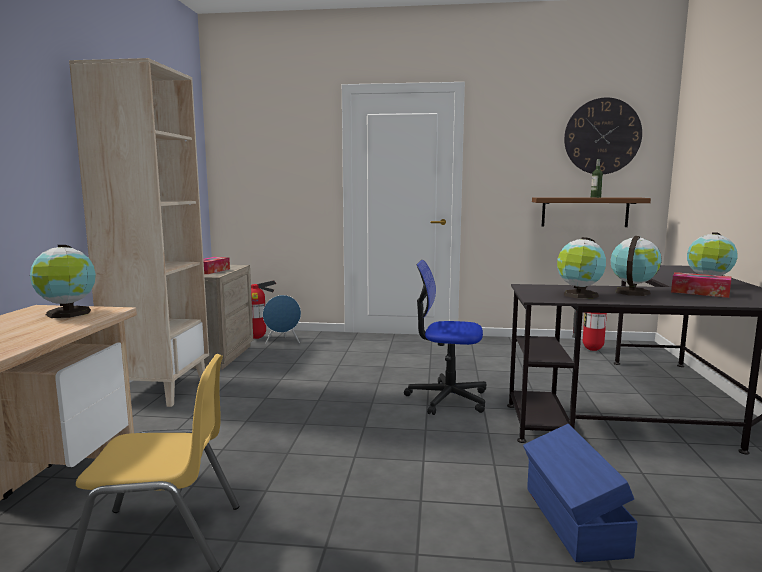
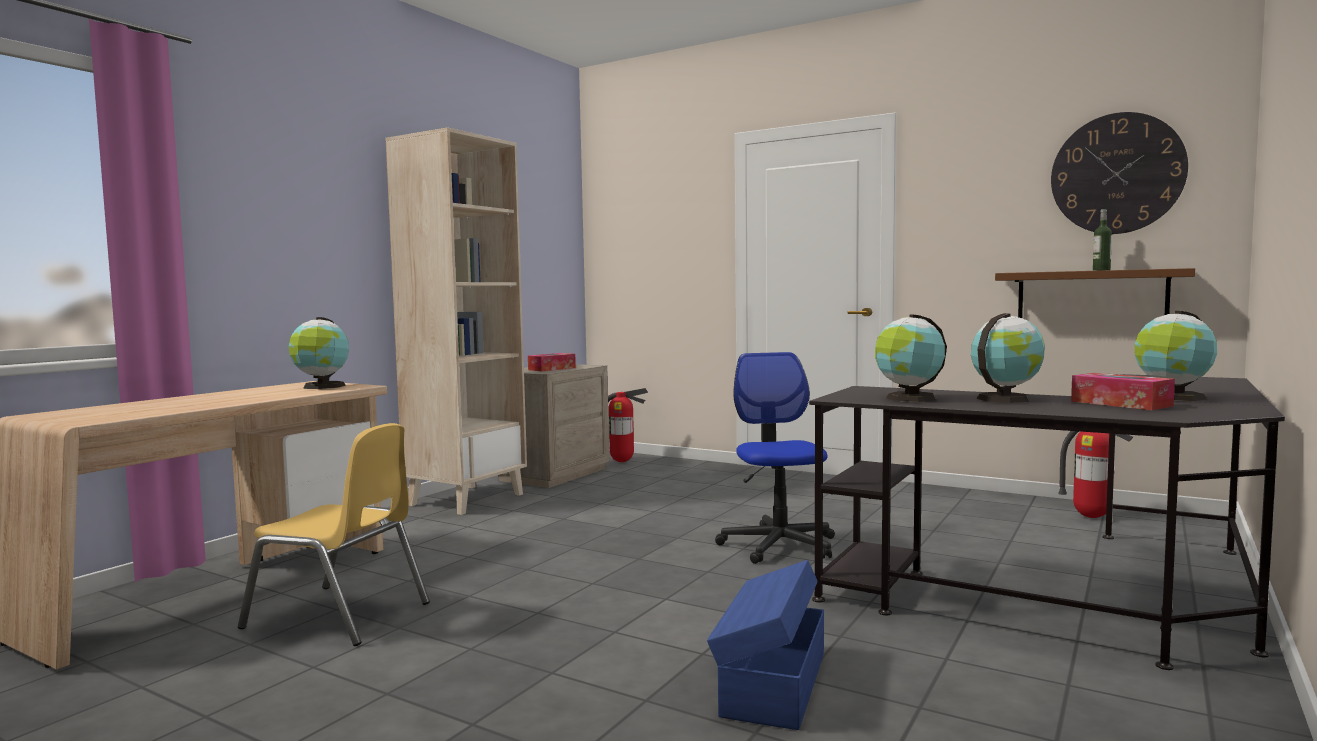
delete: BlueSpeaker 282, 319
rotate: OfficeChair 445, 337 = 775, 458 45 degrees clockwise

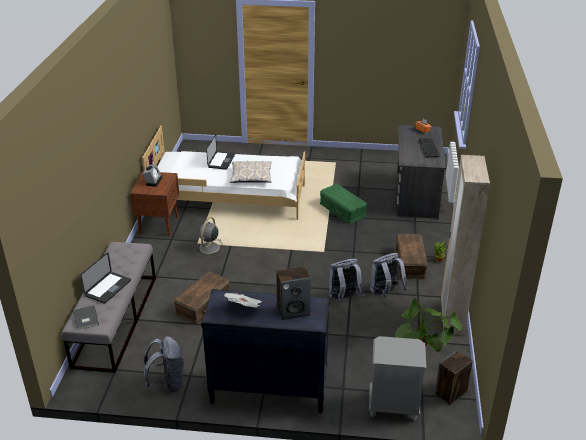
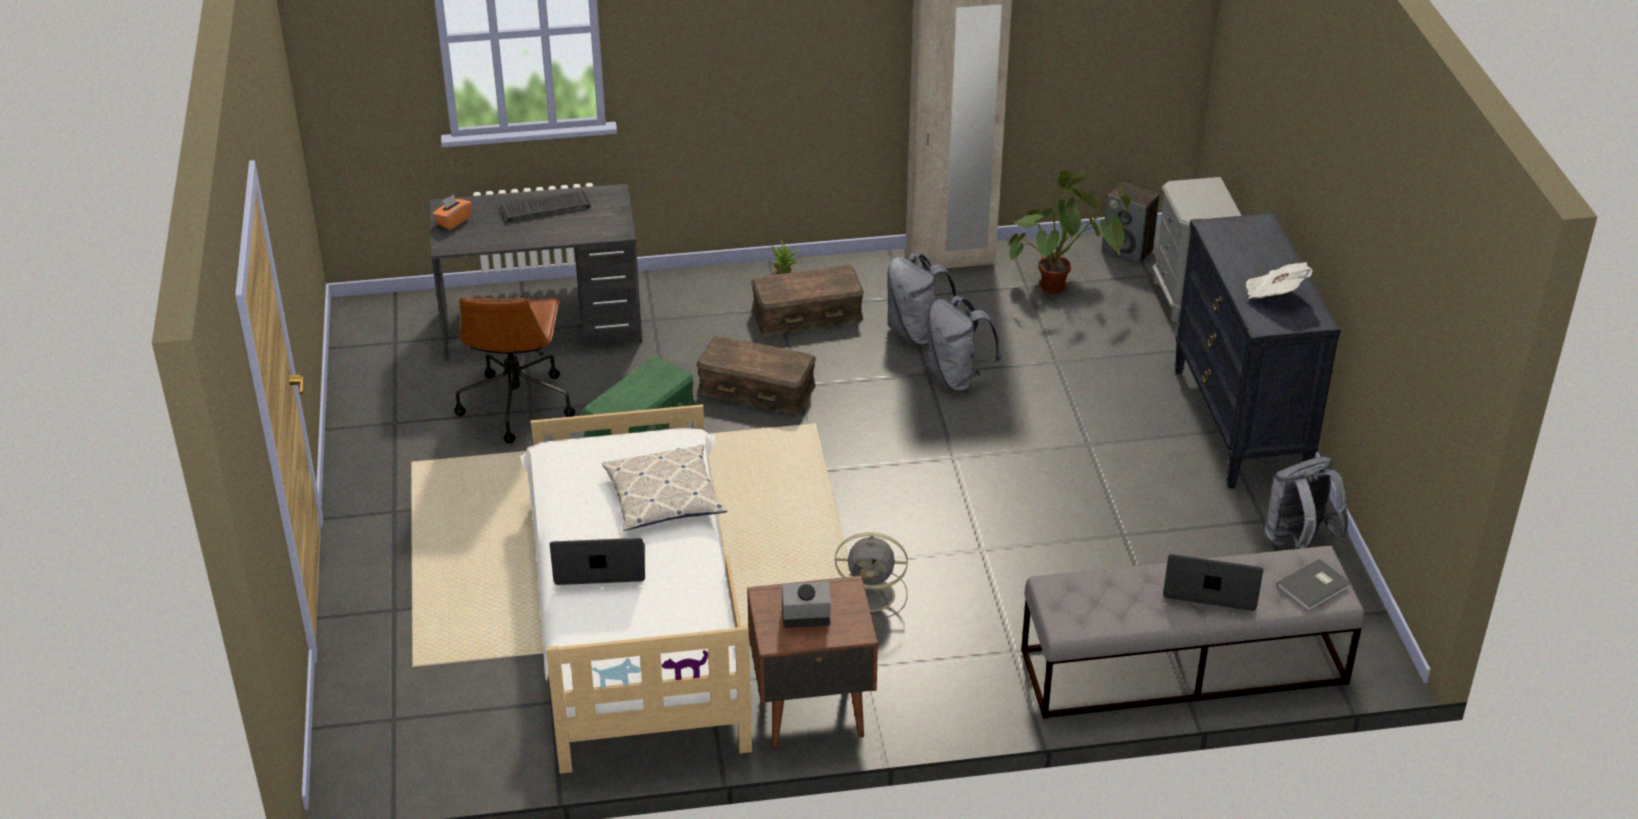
delete: Speaker 293, 293
insert: BrownOfficeChair 514, 370
move: BrownStorageBox 202, 298 to 756, 375

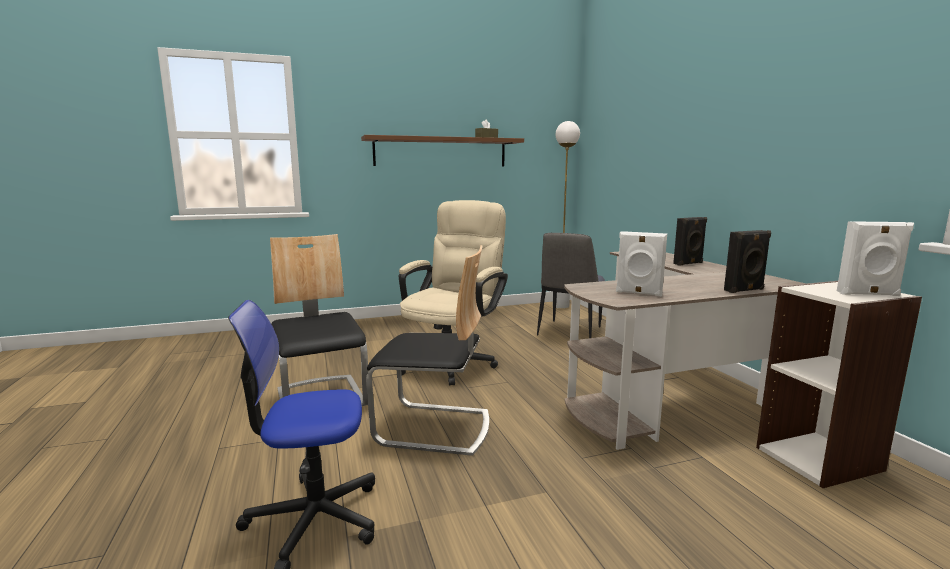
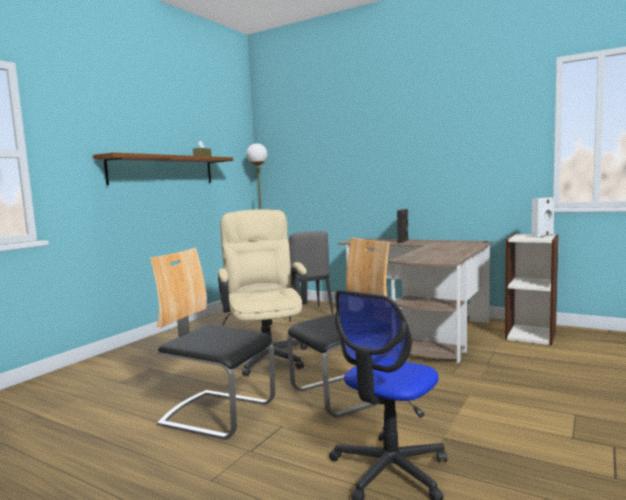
delete: WhiteSpeaker 641, 263; BlackSpeaker 747, 261

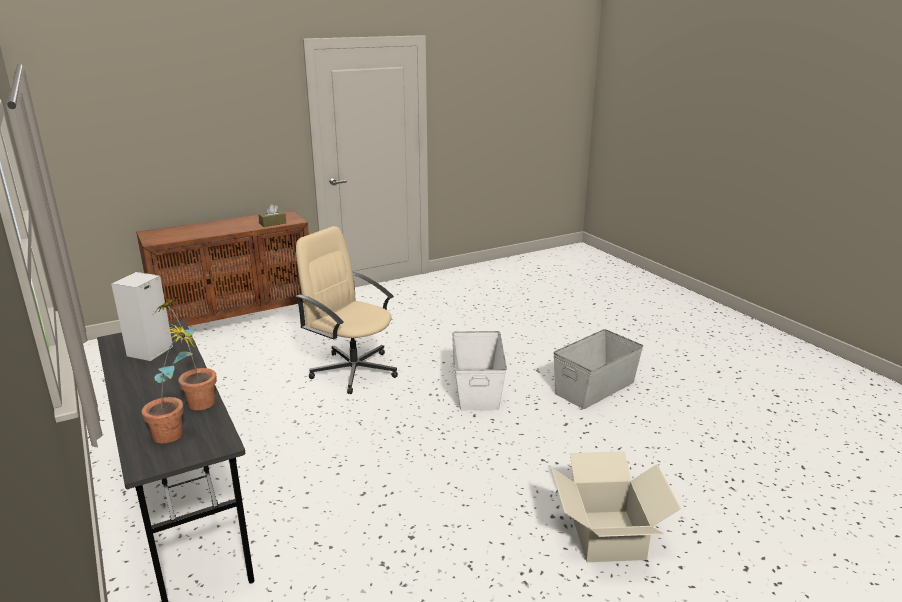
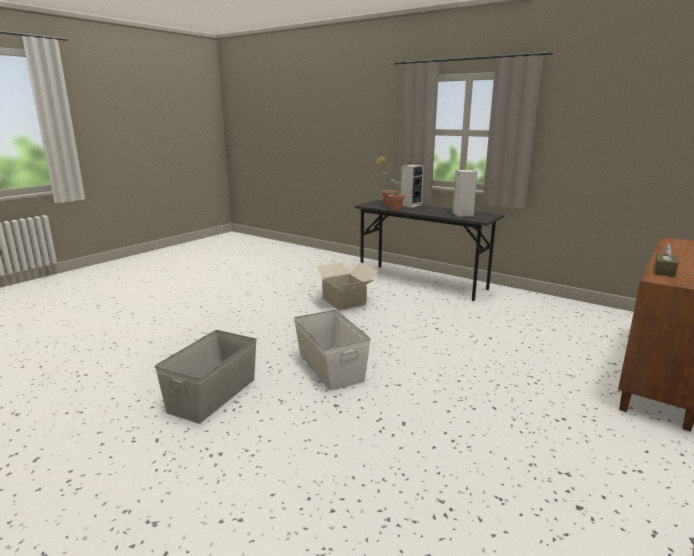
delete: BeigeOfficeChair 346, 310
insert: Speaker 412, 186
move: CardboardBox 616, 506 to 344, 286

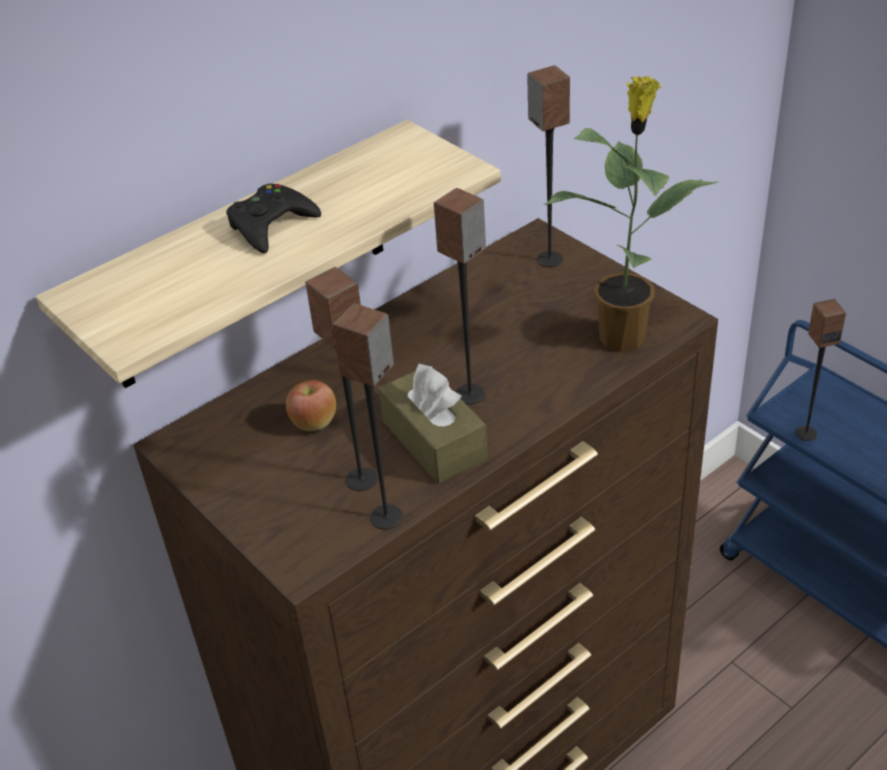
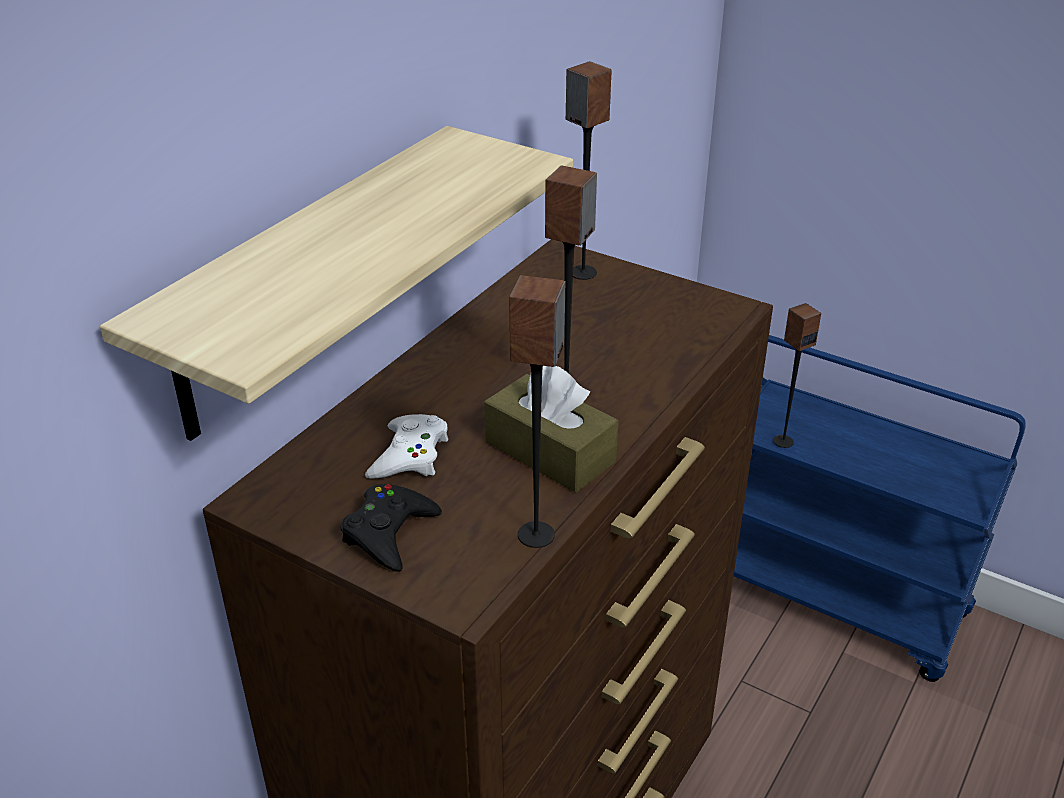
delete: Speaker 341, 379; PottedPlant 630, 214
move: BlackGameController 273, 218 to 391, 528
replace: Apple 311, 405 to WhiteGameController 406, 446

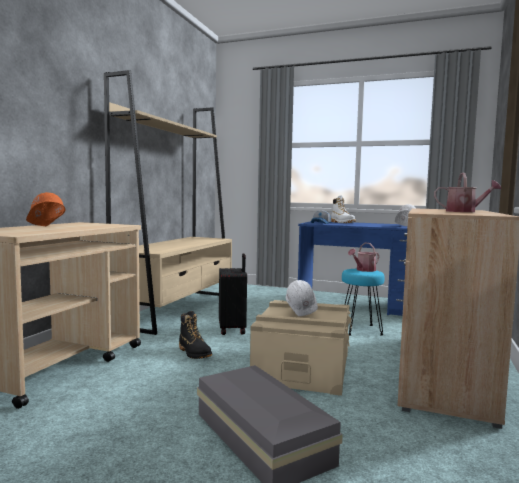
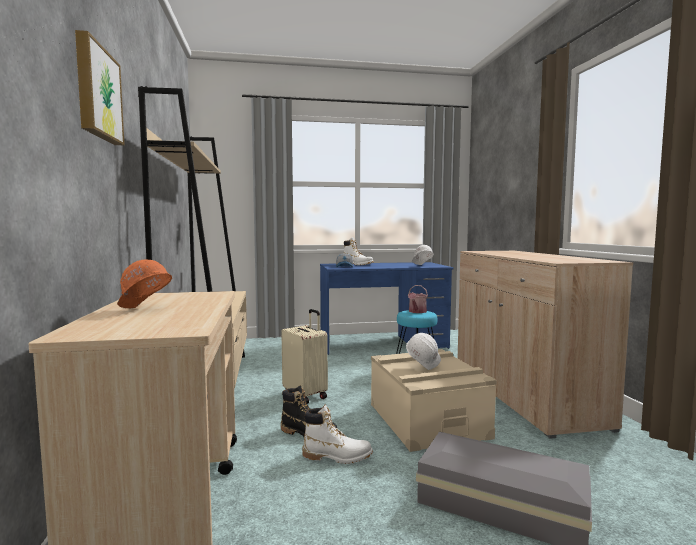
delete: WateringCan 467, 192
insert: Picture 100, 87; WhiteBoot 337, 434
recolor: BlackSuitcase 233, 294 to BeigeSuitcase 304, 356

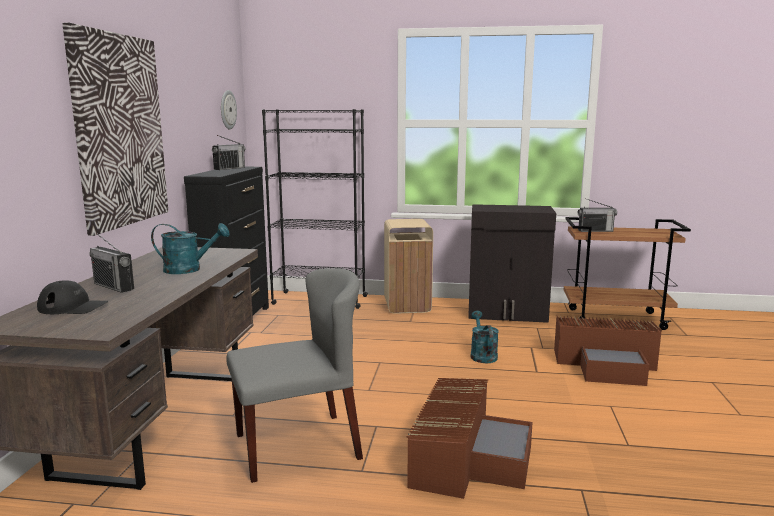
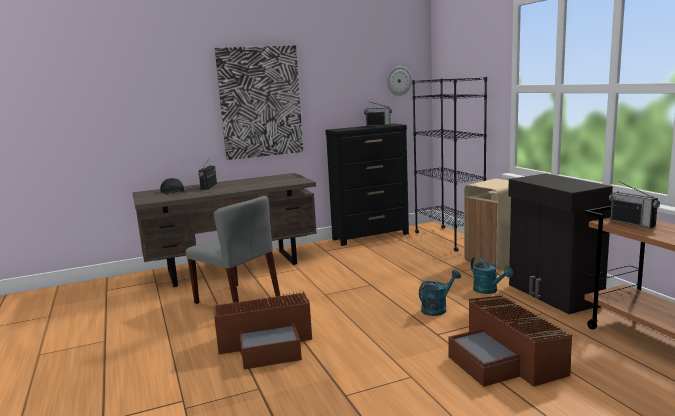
move: TurquoiseWateringCan 190, 248 to 492, 275

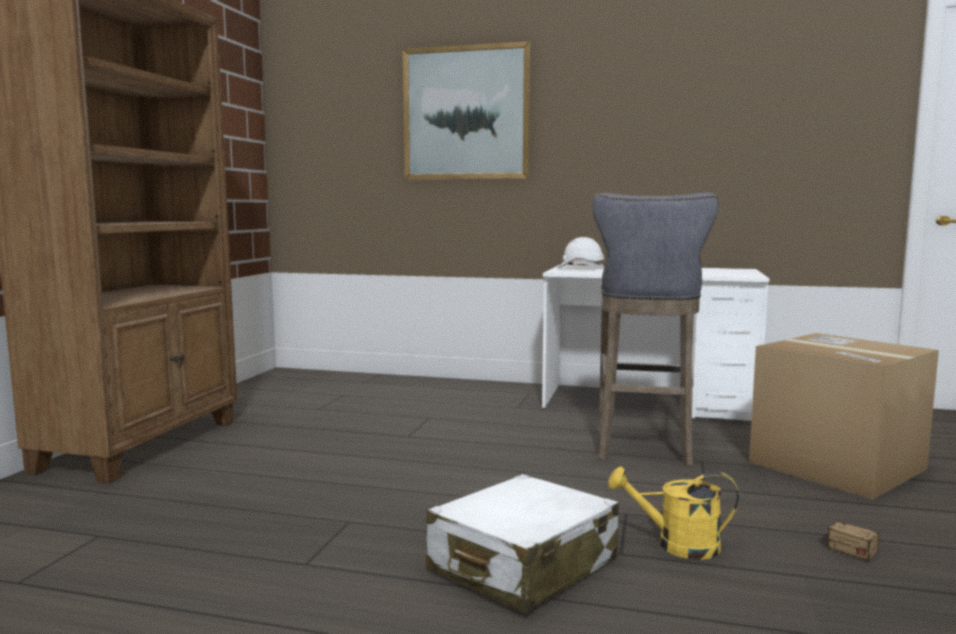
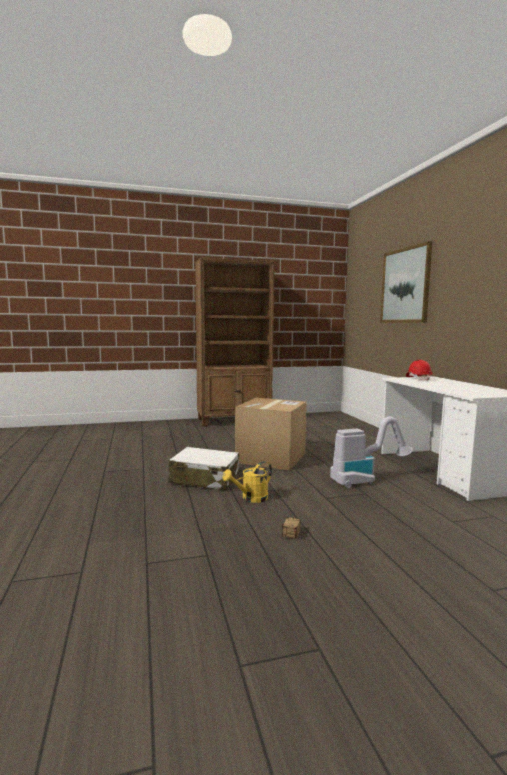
move: CardboardBox 844, 416 to 271, 434
replace: GreyStool 655, 329 to VacuumCleaner 371, 452
recolor: WhiteHardHat 580, 253 to RedHardHat 419, 370
rotate: YellowWateringCan 673, 513 = 247, 482 105 degrees counterclockwise

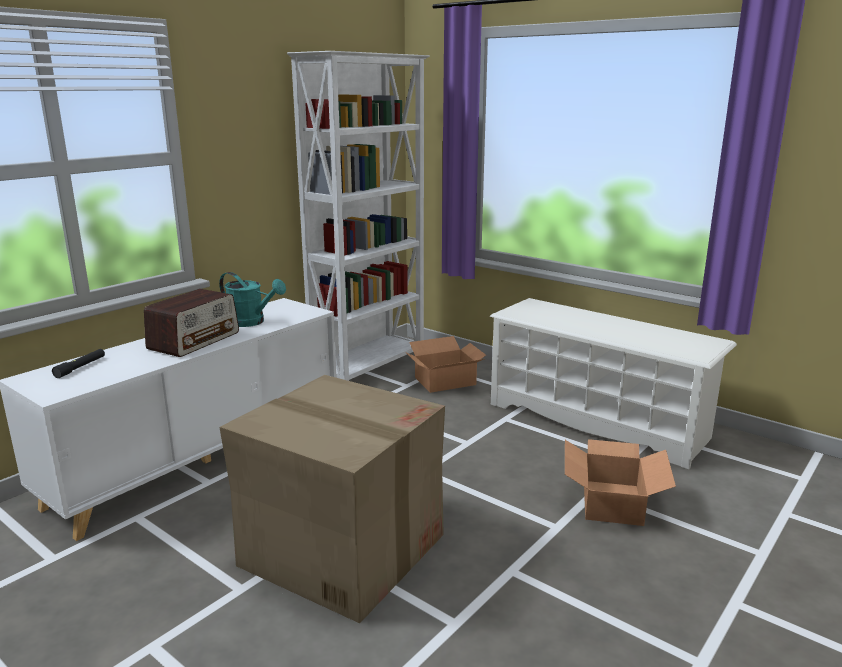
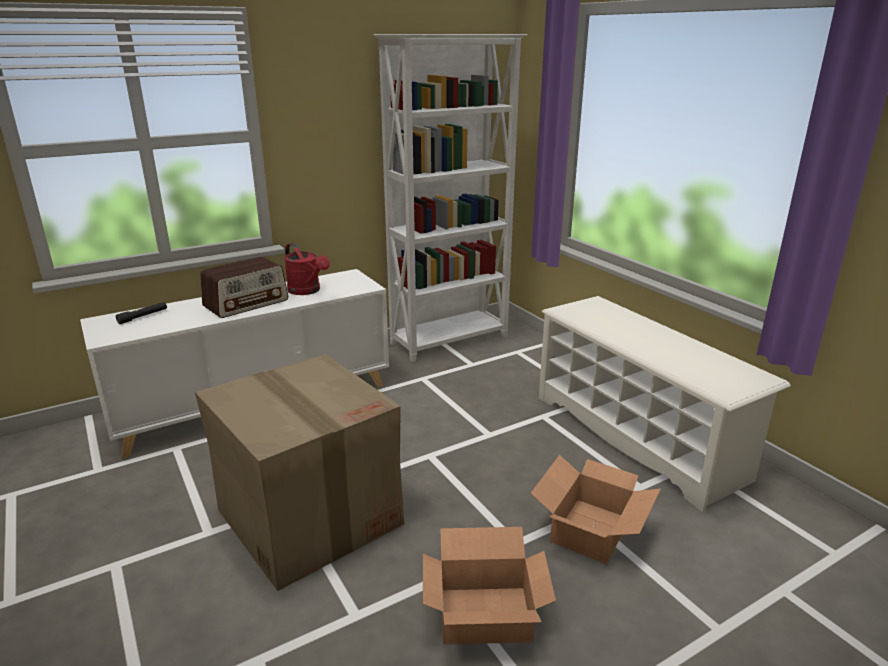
move: CardboardBox 445, 364 to 489, 586
recolor: TurquoiseWateringCan 252, 299 to RedWateringCan 307, 269

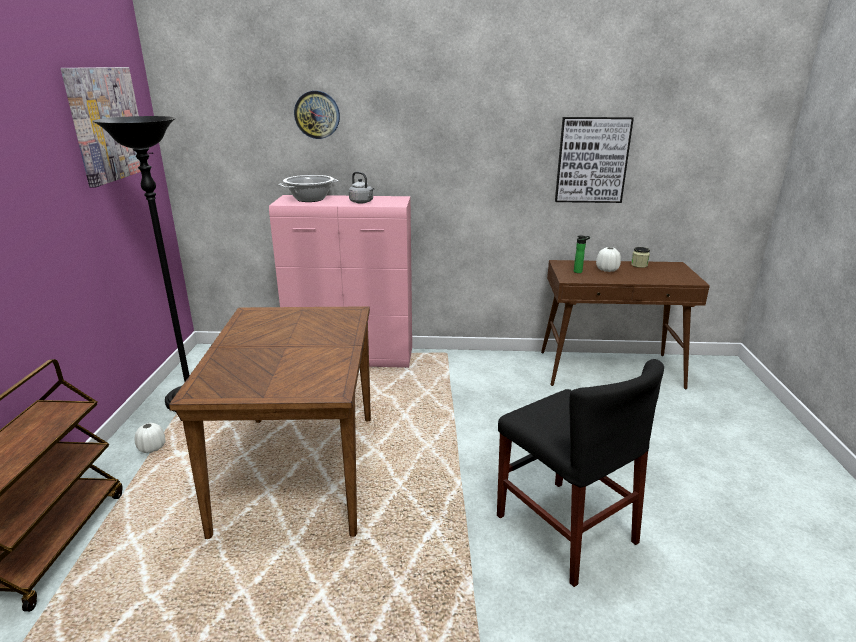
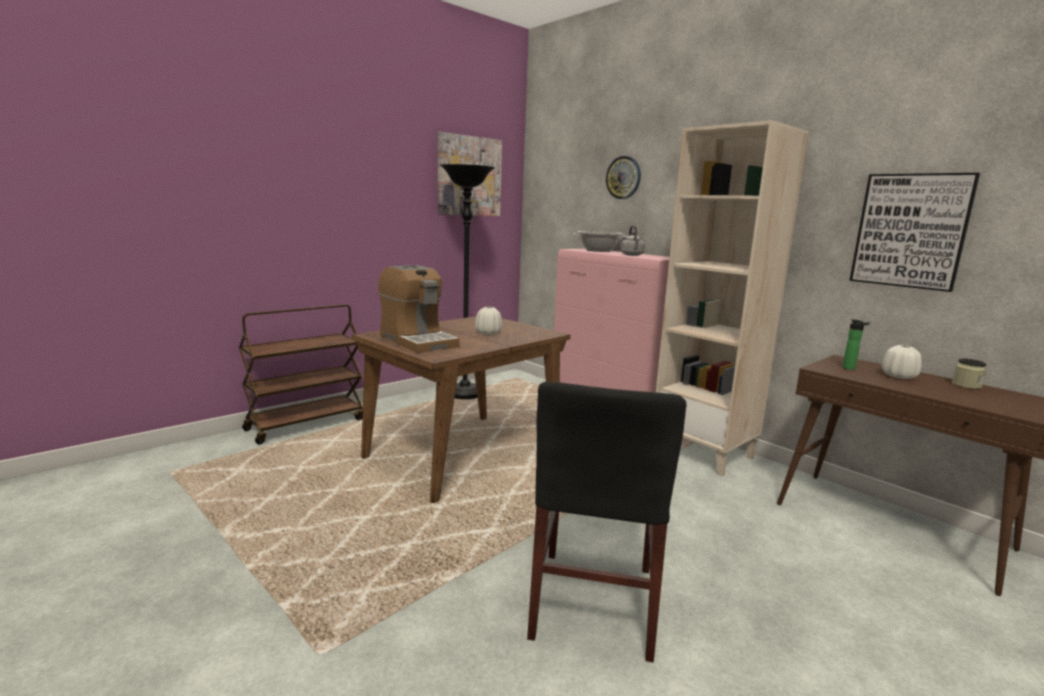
insert: CoffeeMachine 419, 309; BeigeBookcase 732, 298
move: WhiteVase 150, 438 to 488, 320

